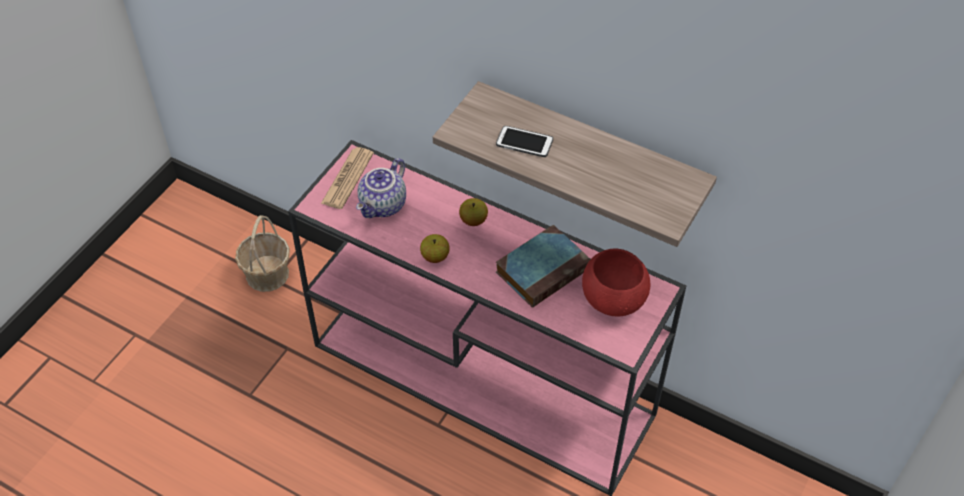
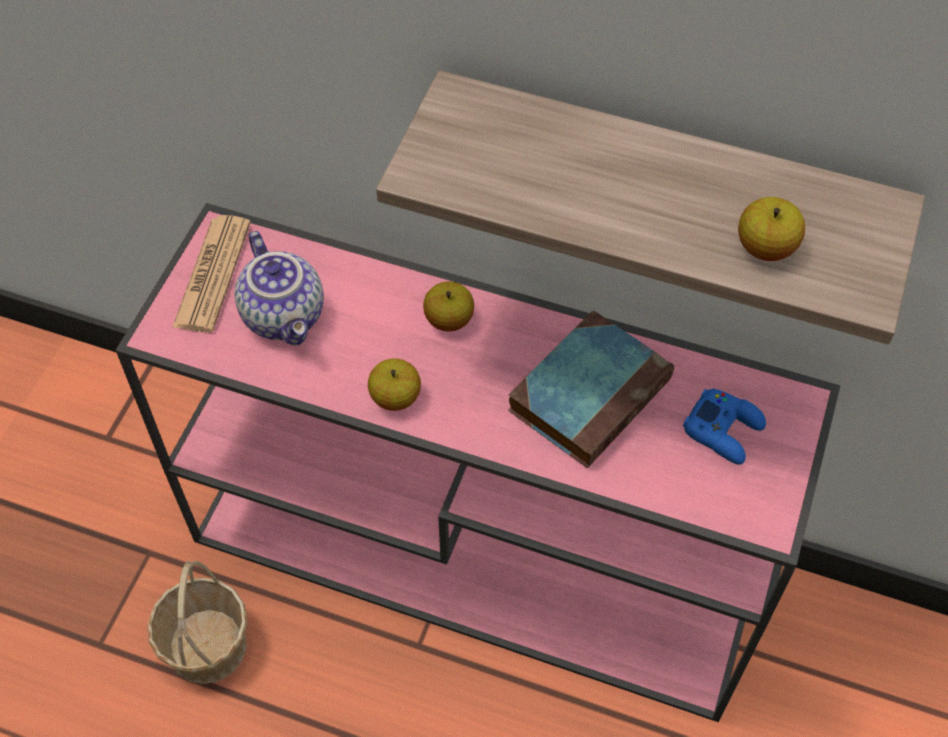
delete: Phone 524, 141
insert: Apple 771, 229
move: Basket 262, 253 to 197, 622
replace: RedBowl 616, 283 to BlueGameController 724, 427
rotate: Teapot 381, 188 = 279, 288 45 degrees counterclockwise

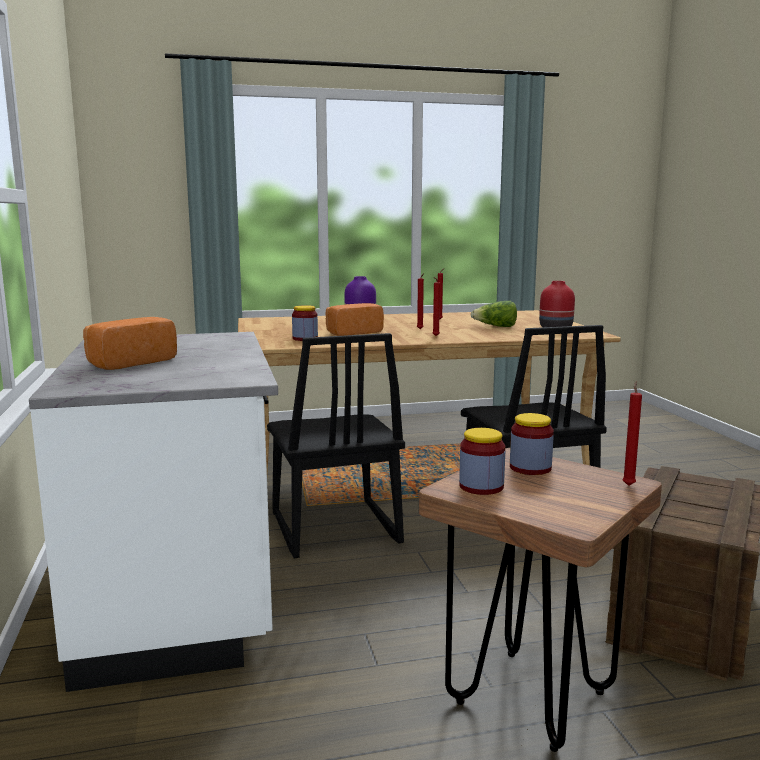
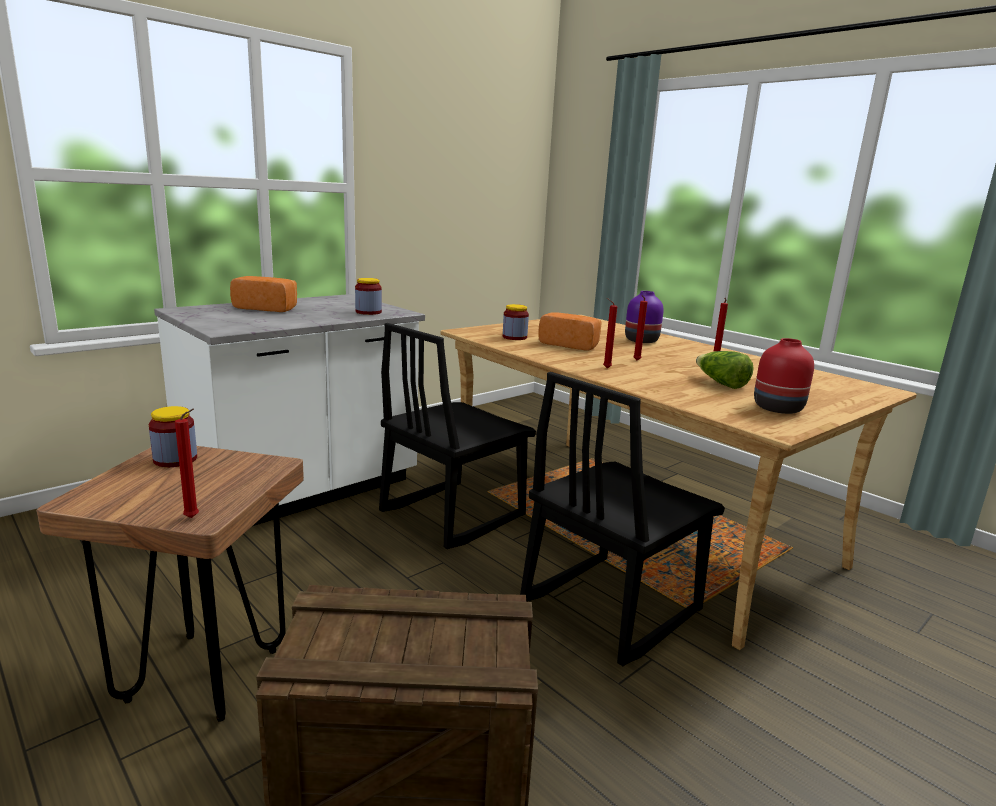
move: Jar 532, 444 to 368, 296

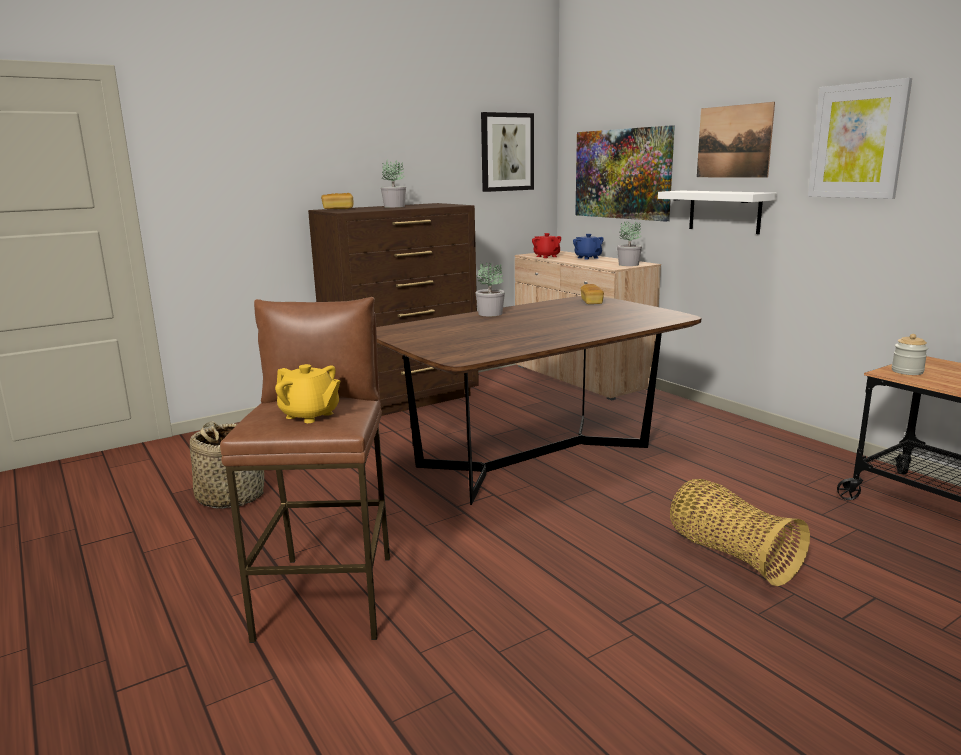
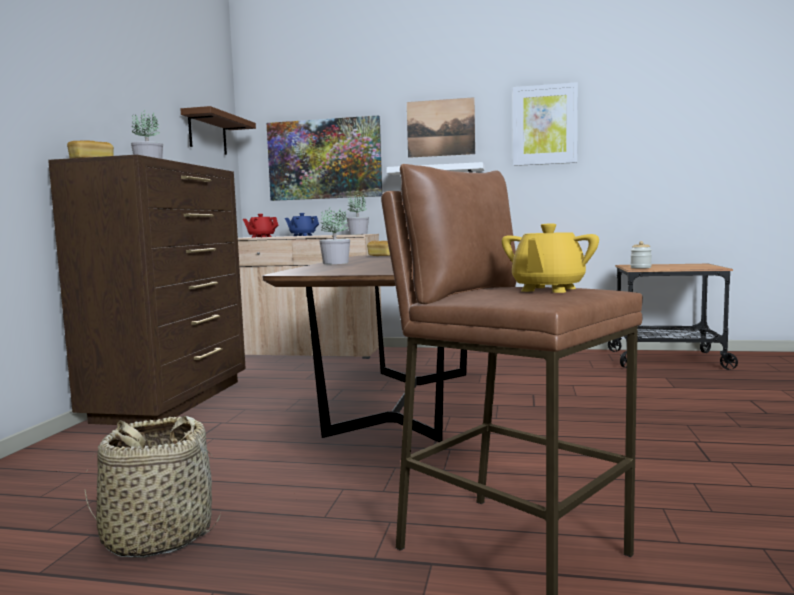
delete: Basket 740, 532
replace: Picture 507, 152 to BrownShelf 218, 130
rotate: YellowTeapot 307, 393 = 550, 258 135 degrees clockwise

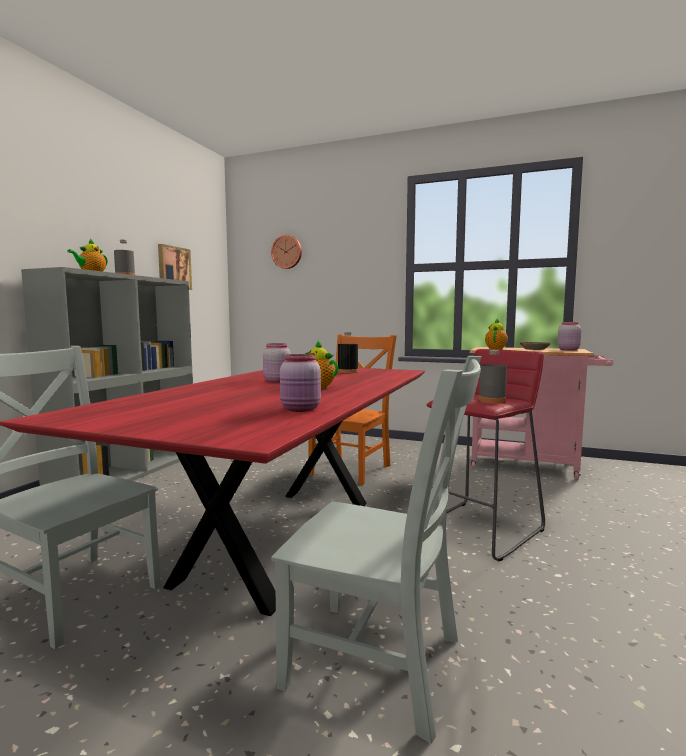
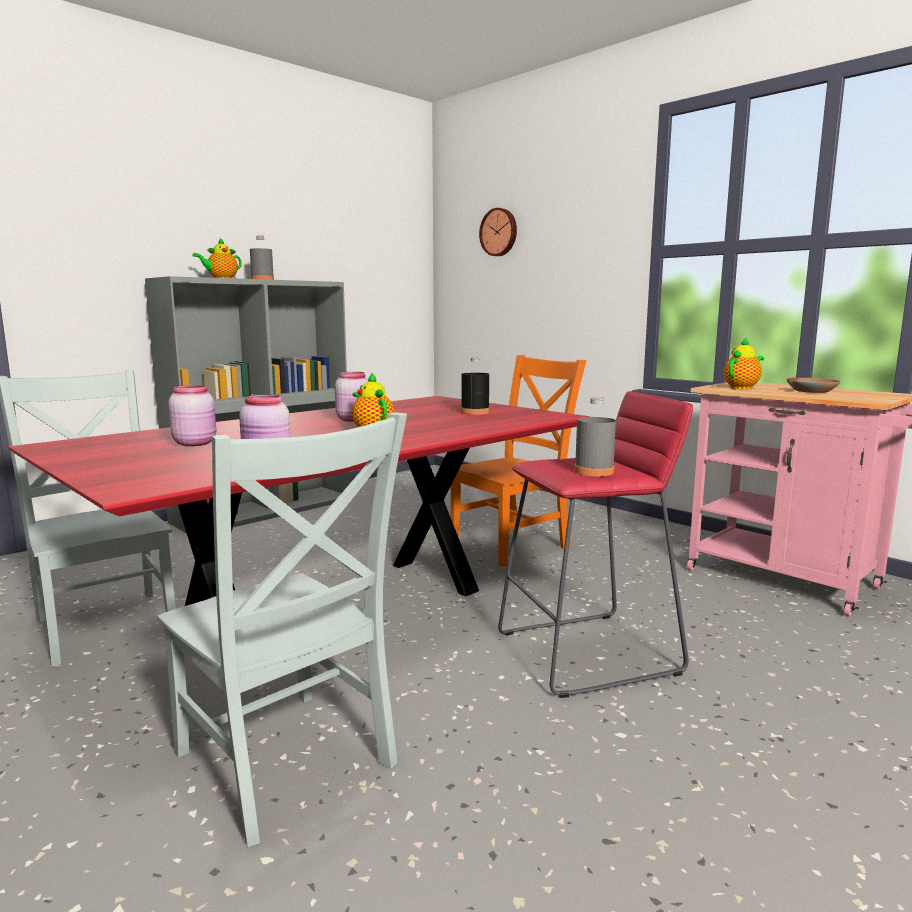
delete: Picture 175, 267
move: PinkJar 569, 336 to 192, 415

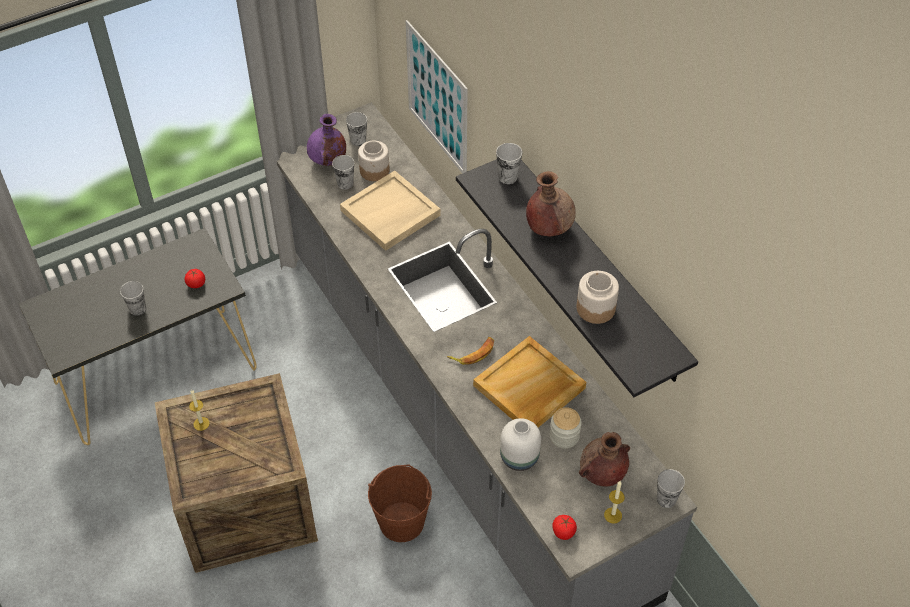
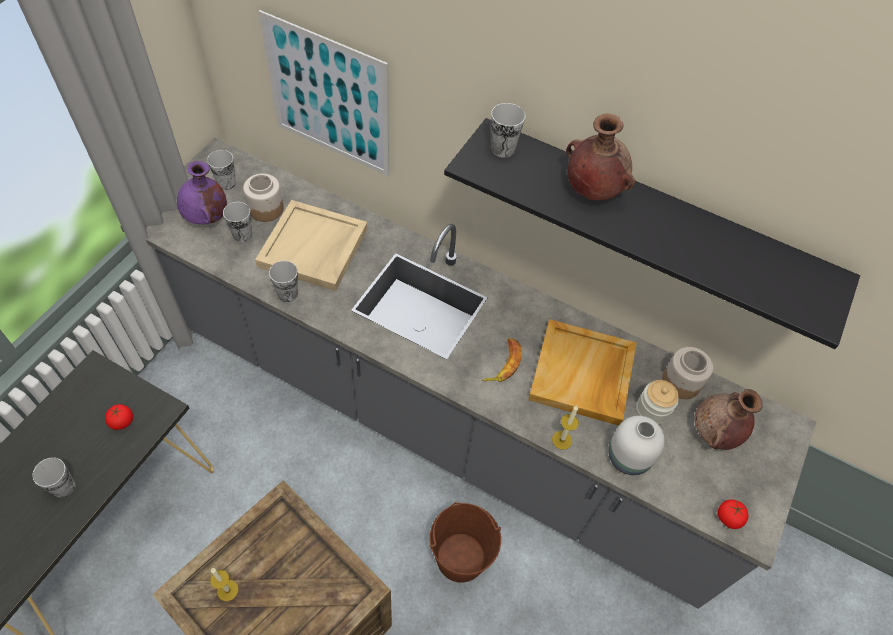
move: Cup 671, 488 to 283, 281; Candle 614, 502 to 565, 428; Jar 598, 297 to 687, 373

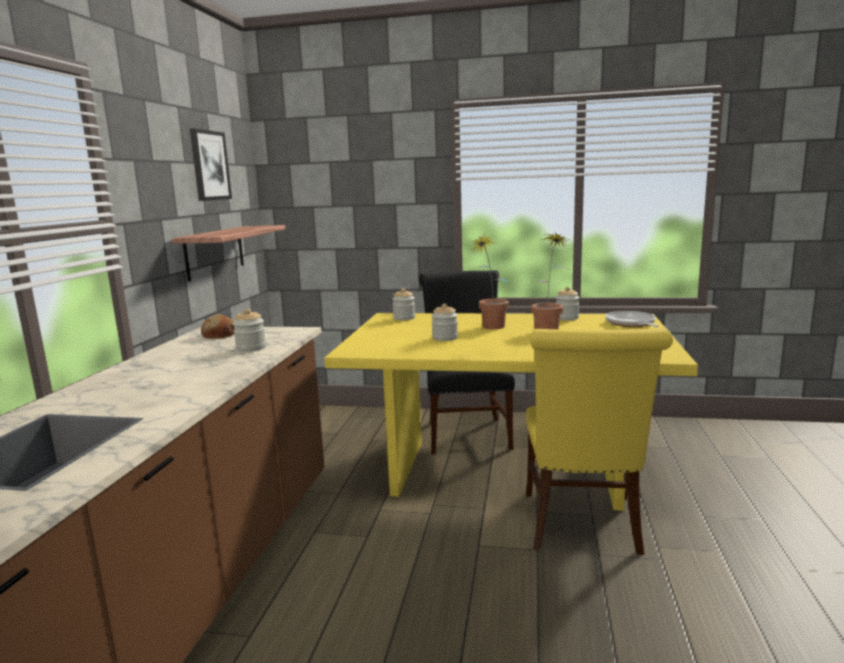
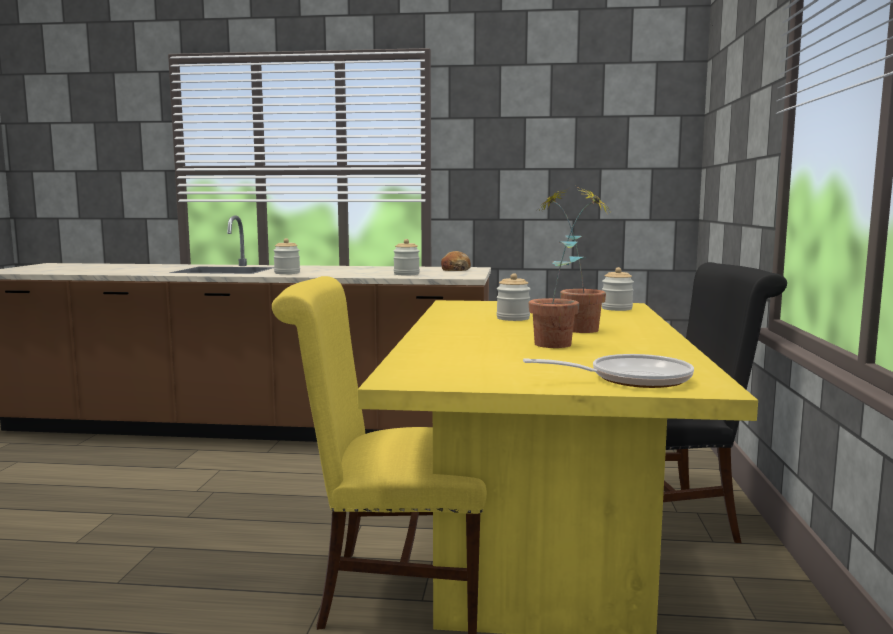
delete: Shelf 228, 253; Picture 211, 164
move: Jar 567, 303 to 286, 256

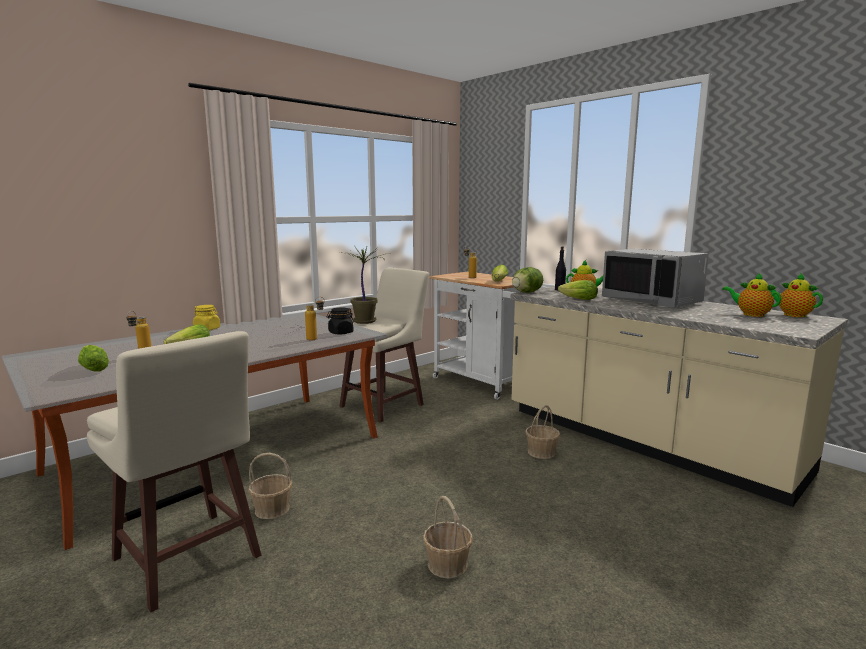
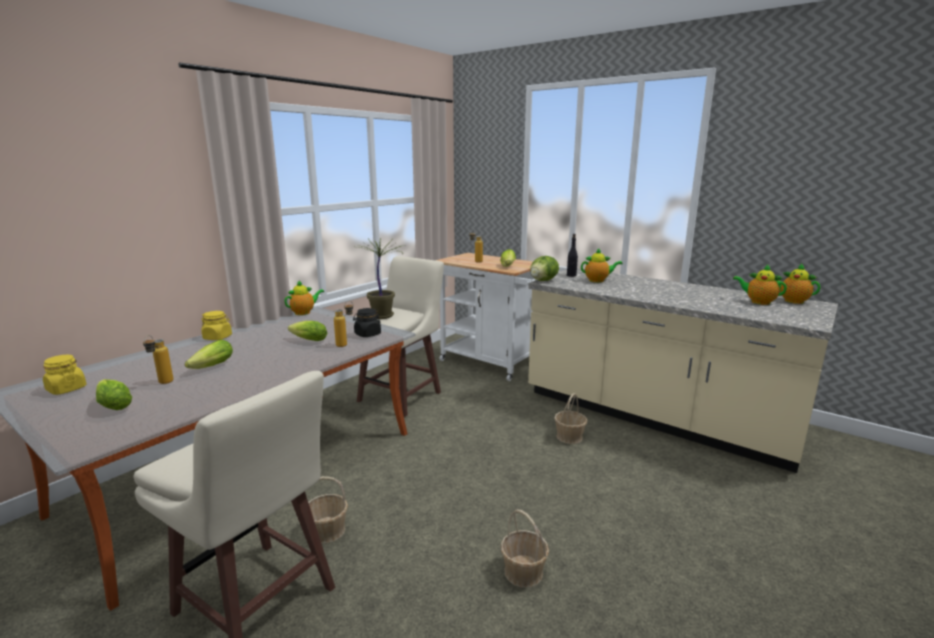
delete: GreyMicrowave 655, 277
insert: YellowJar 65, 375; Teapot 304, 297
move: Lettuce 578, 290 to 307, 331

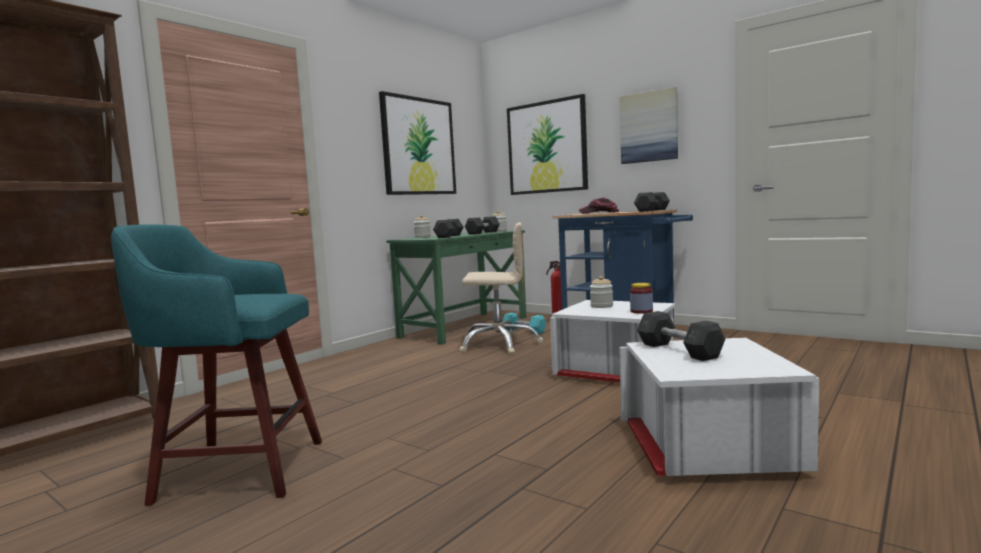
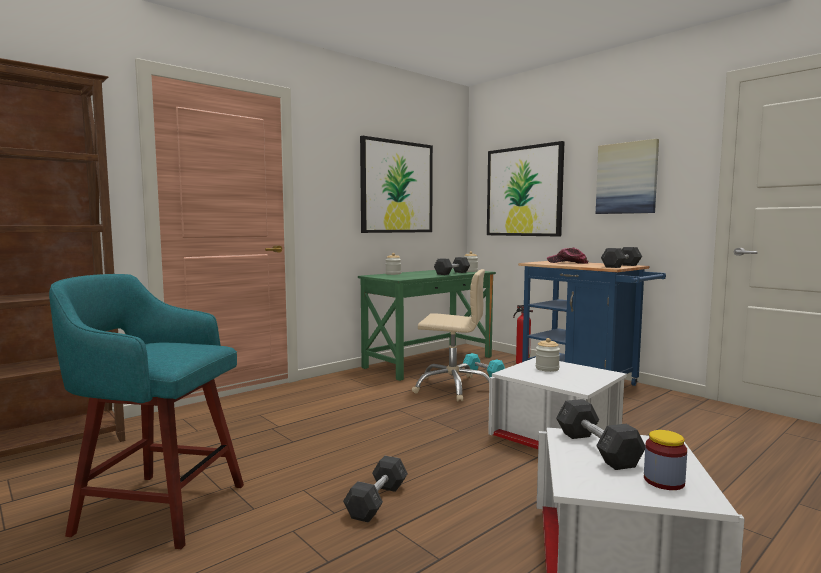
move: GreyDumbbell 448, 228 to 375, 489; Jar 641, 298 to 665, 460

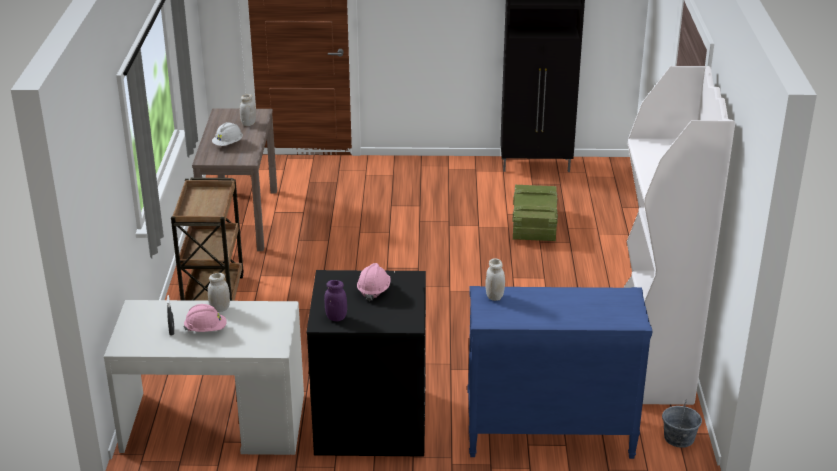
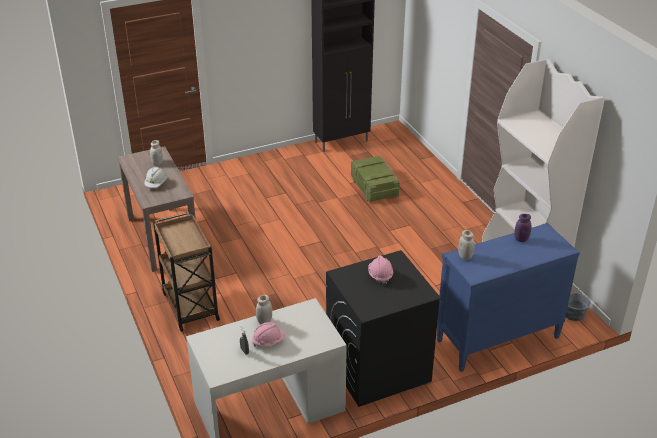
move: PurpleJar 335, 300 to 522, 228

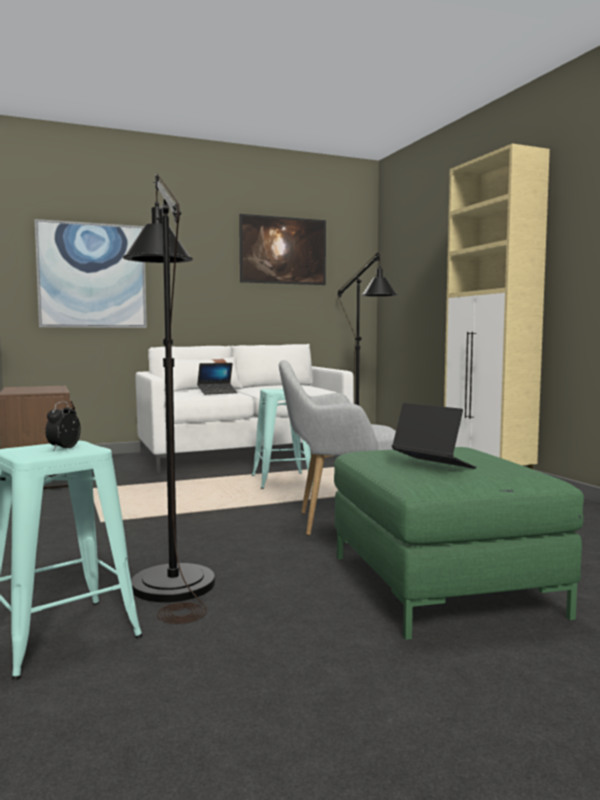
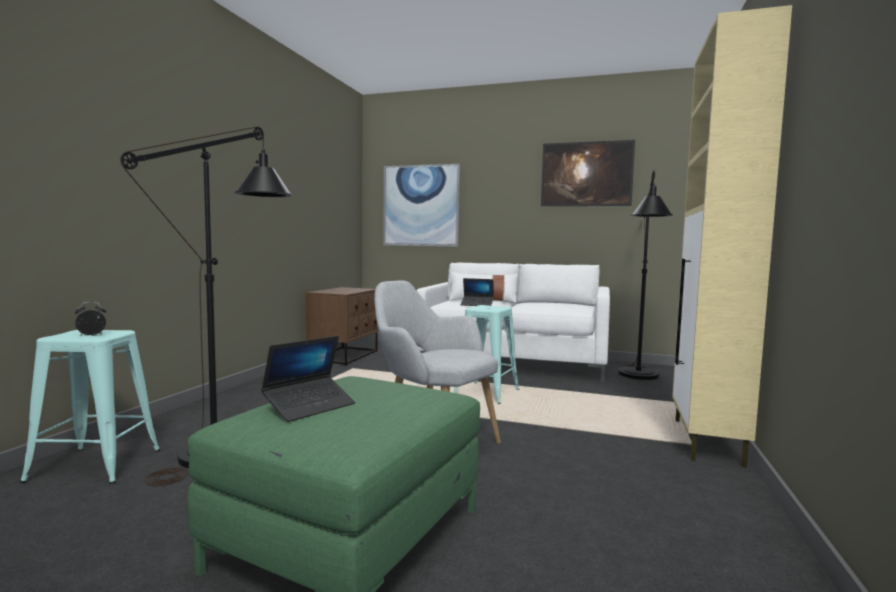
rotate: Laptop 434, 436 = 308, 379 45 degrees clockwise

